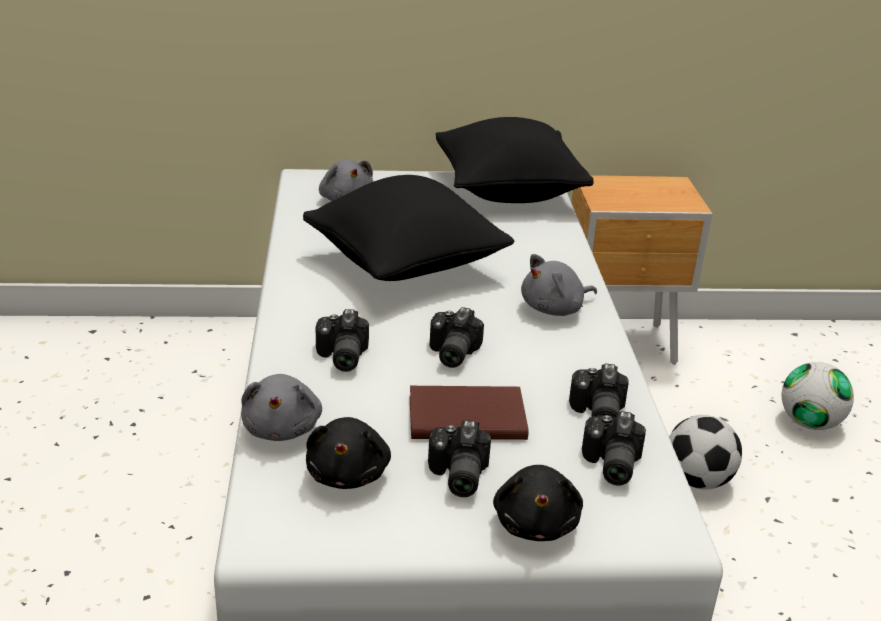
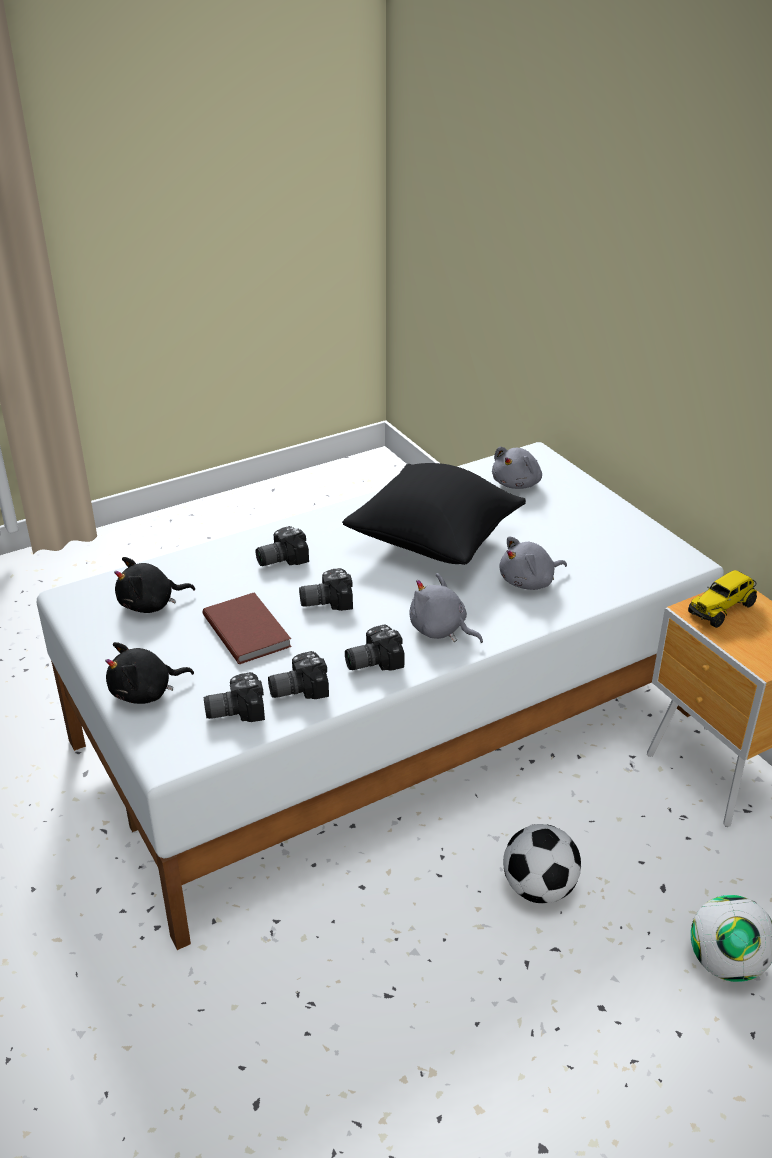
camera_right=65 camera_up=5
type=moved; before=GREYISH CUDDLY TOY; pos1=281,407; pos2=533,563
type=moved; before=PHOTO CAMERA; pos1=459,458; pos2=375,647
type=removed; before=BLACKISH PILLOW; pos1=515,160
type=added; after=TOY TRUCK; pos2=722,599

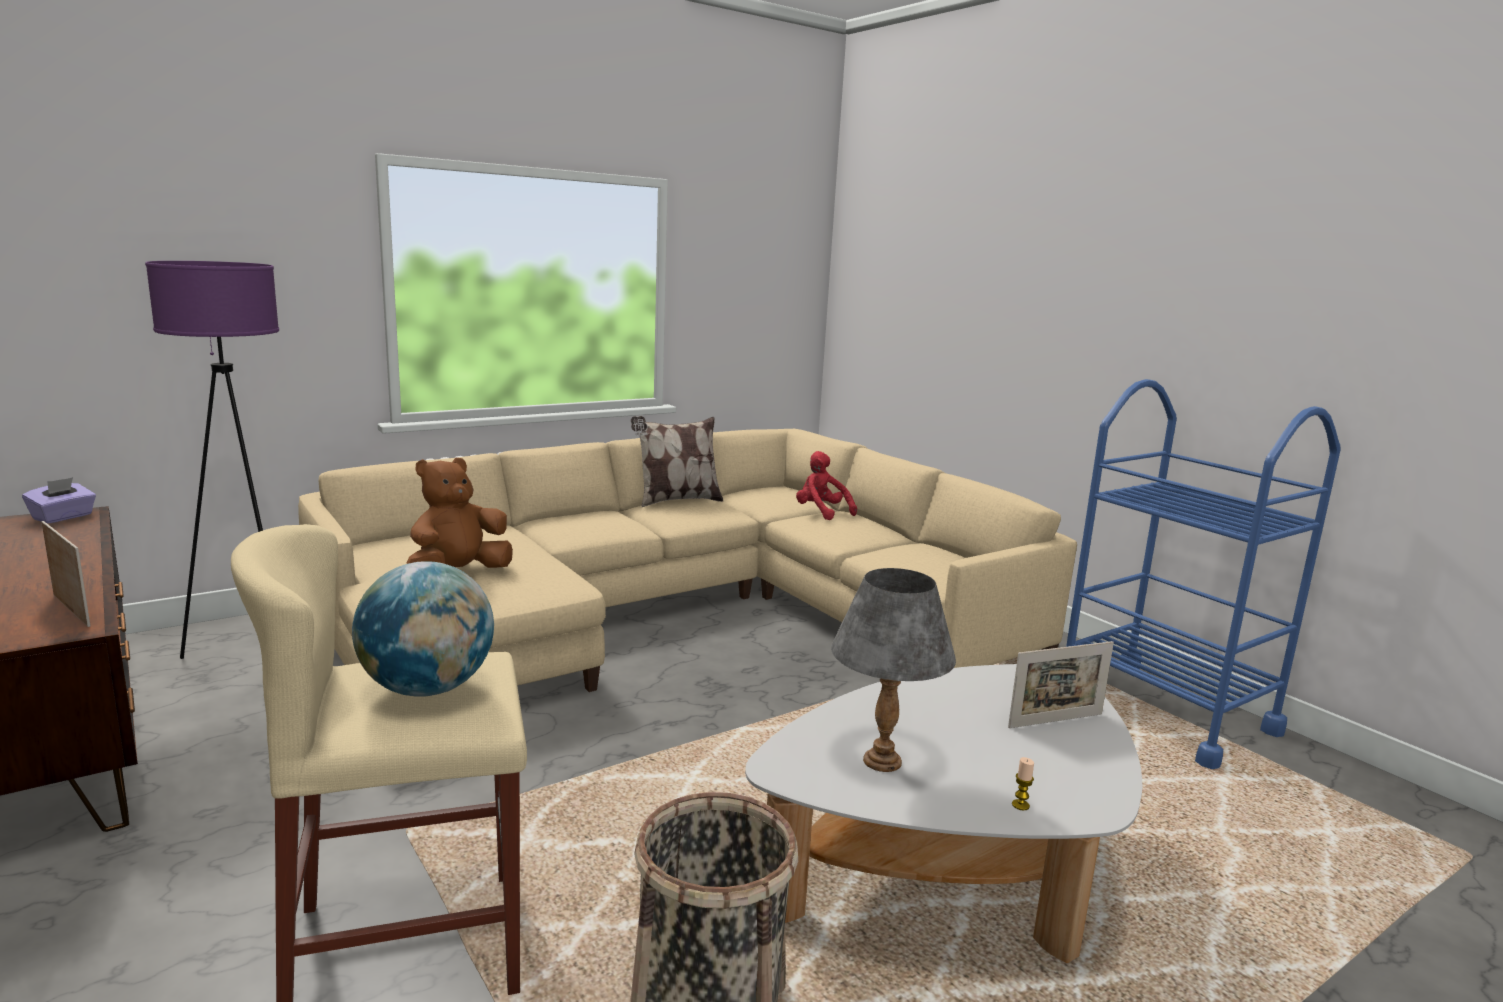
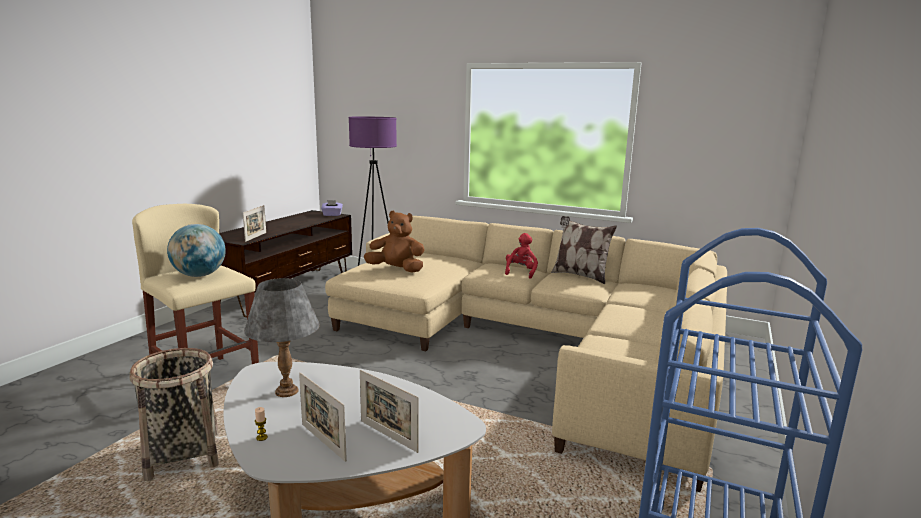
camera_right=60 camera_up=0
type=moved; before=REDDISH CUDDLY TOY; pos1=826,485; pos2=521,256
type=added; after=PICTURE FRAME; pos2=323,417

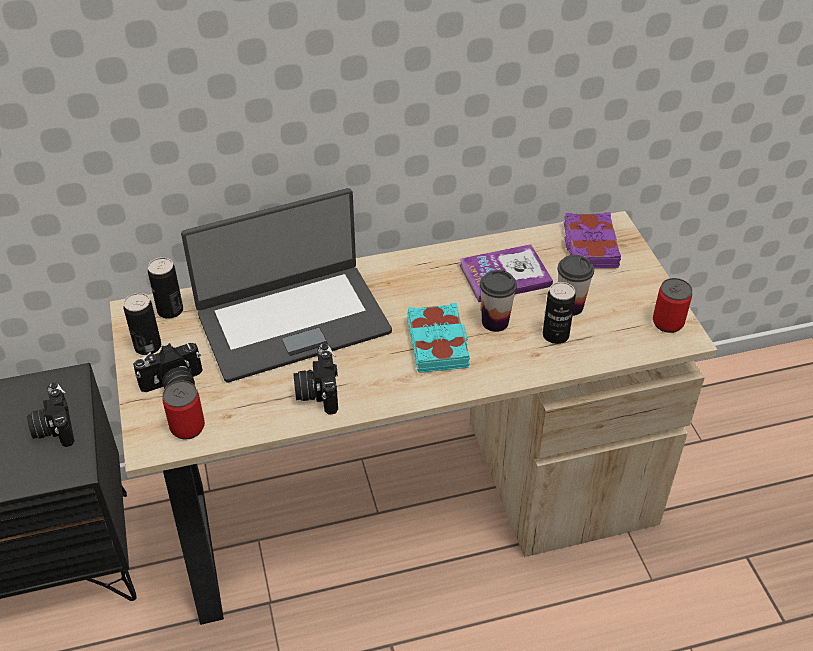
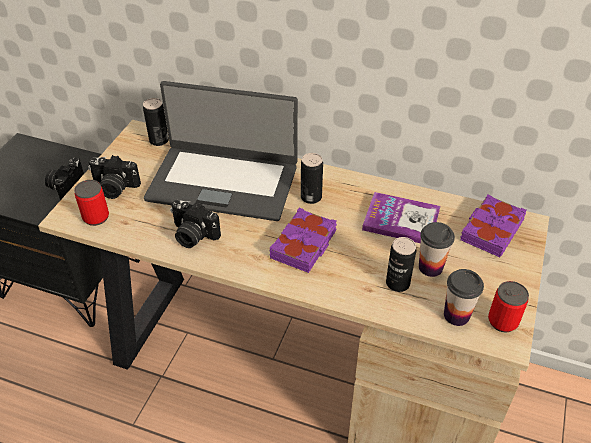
camera_right=35 camera_up=0
type=moved; before=SEALED CAN; pos1=142,324; pos2=312,178
type=turned; before=PHOTO CAMERA; pos1=315,379; pos2=195,224; turn=-90
type=recoloured; before=TURQUOISE-COLOURED VOLUME; after=PURPLE-COLOURED VOLUME; pos1=438,338; pos2=303,240
type=moved; before=CUP; pos1=498,301; pos2=464,297

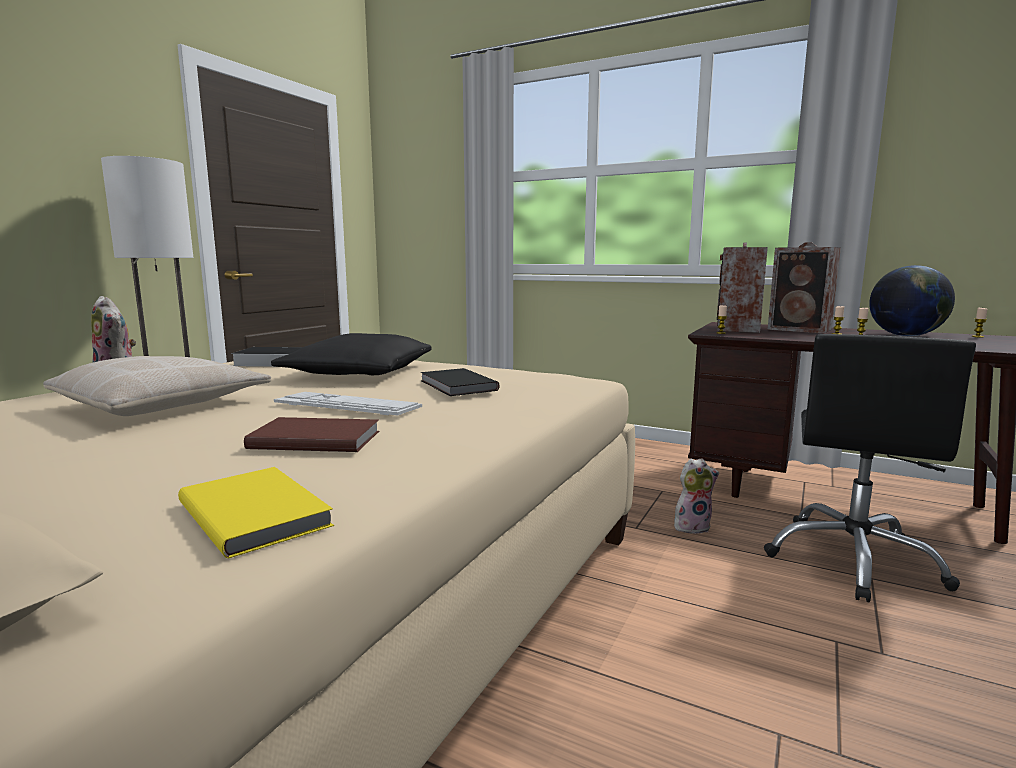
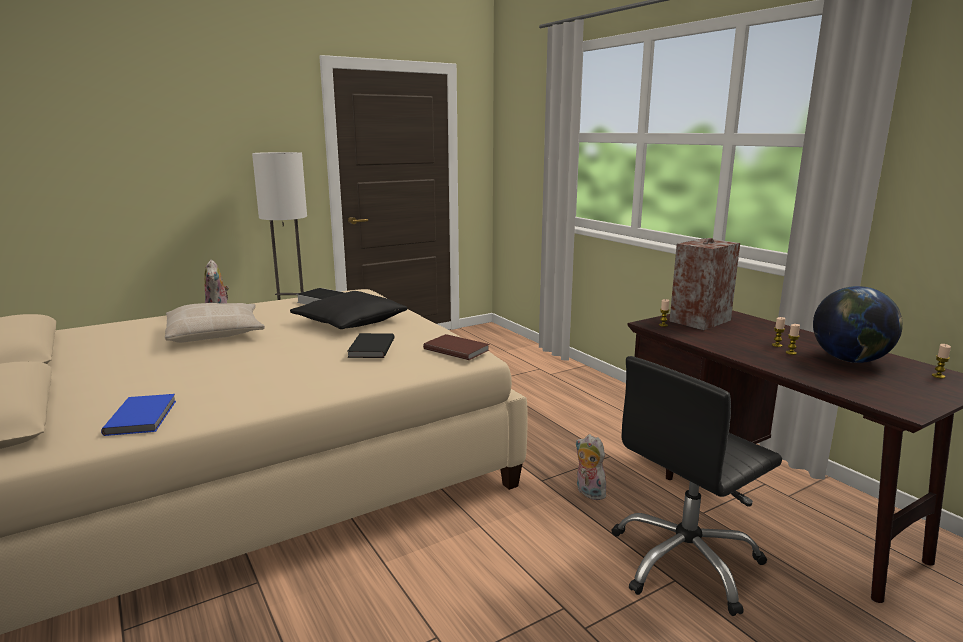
camera_right=30 camera_up=5
type=recoloured; before=YELLOWISH VOLUME; after=BLUE VOLUME; pos1=256,512; pos2=138,415
type=moved; before=BROWNISH VOLUME; pos1=311,434; pos2=456,347
type=removed; before=PC KEYBOARD; pos1=348,403
type=turned; before=CUDDLY TOY; pos1=696,496; pos2=590,467; turn=-150
type=removed; before=SPEAKER; pos1=804,287

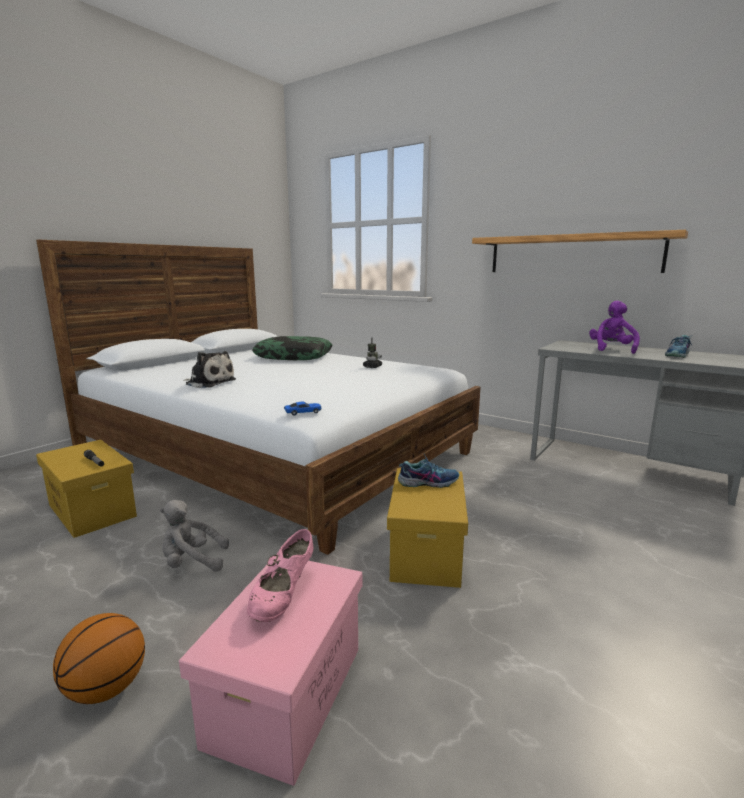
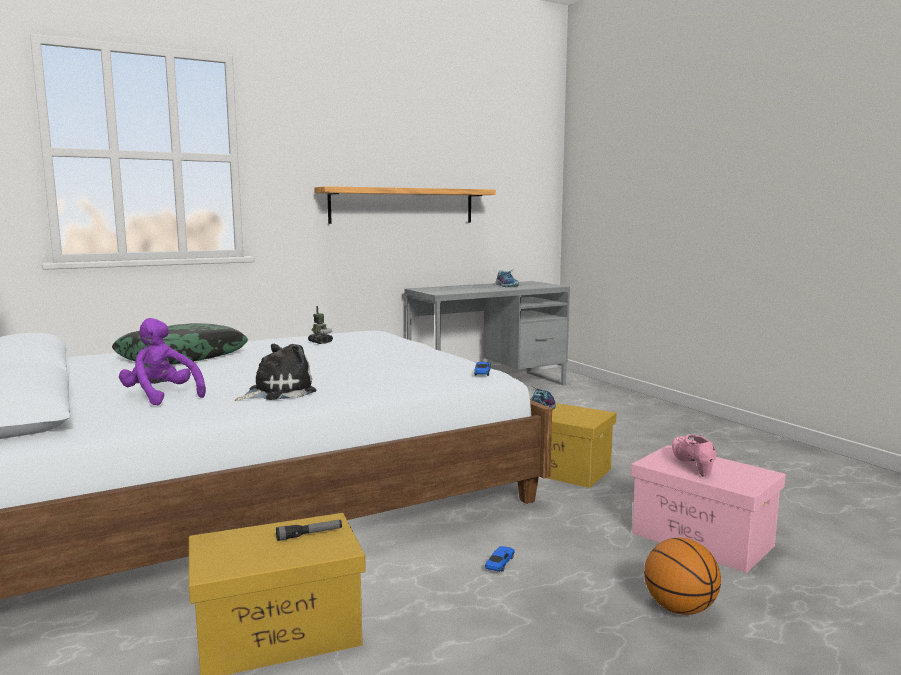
camera_right=-65 camera_up=-5
type=replaced; before=GREYISH CUDDLY TOY; after=MODEL CAR; pos1=194,536; pos2=500,559
type=turned; before=PINK-COLOURED ITEM OF FOOTWEAR; pos1=280,575; pos2=694,455; turn=-135
type=moved; before=PURPLE-COLOURED CUDDLY TOY; pos1=614,327; pos2=162,362

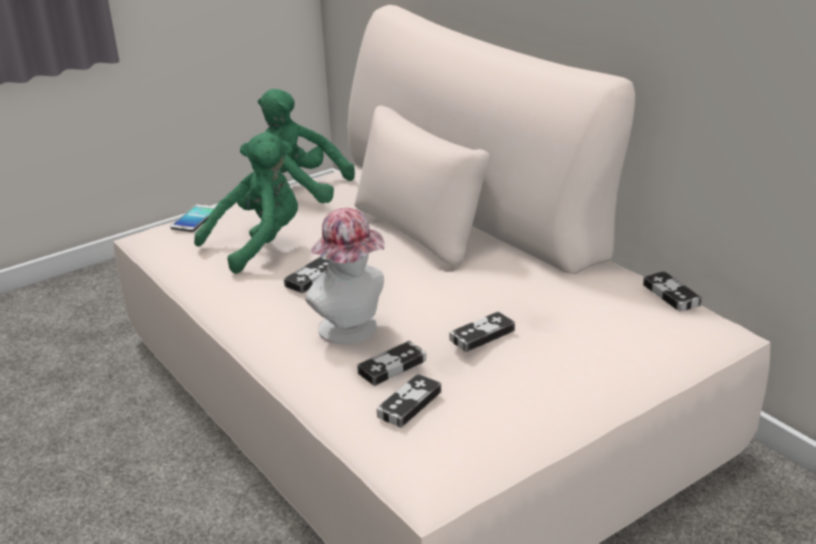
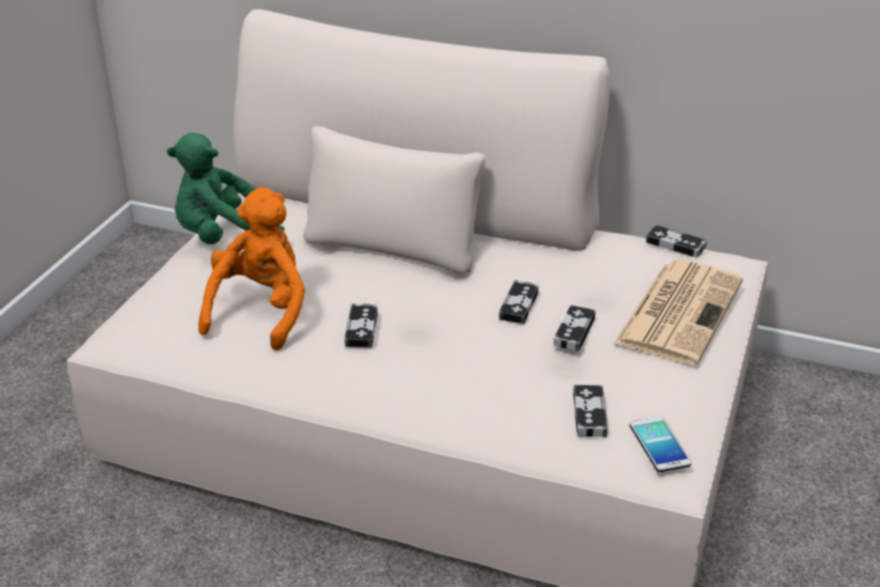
camera_right=-35 camera_up=5
type=moved; before=TELEPHONE; pos1=193,218; pos2=660,444
type=recoloured; before=GREEN-COLOURED CUDDLY TOY; after=ORANGEY CUDDLY TOY; pos1=246,203; pos2=251,269
type=removed; before=WEARABLE HAT; pos1=345,276
type=moved; before=GAMEPAD; pos1=391,363; pos2=519,302
type=added; after=PRINTED PAPER; pos2=678,312

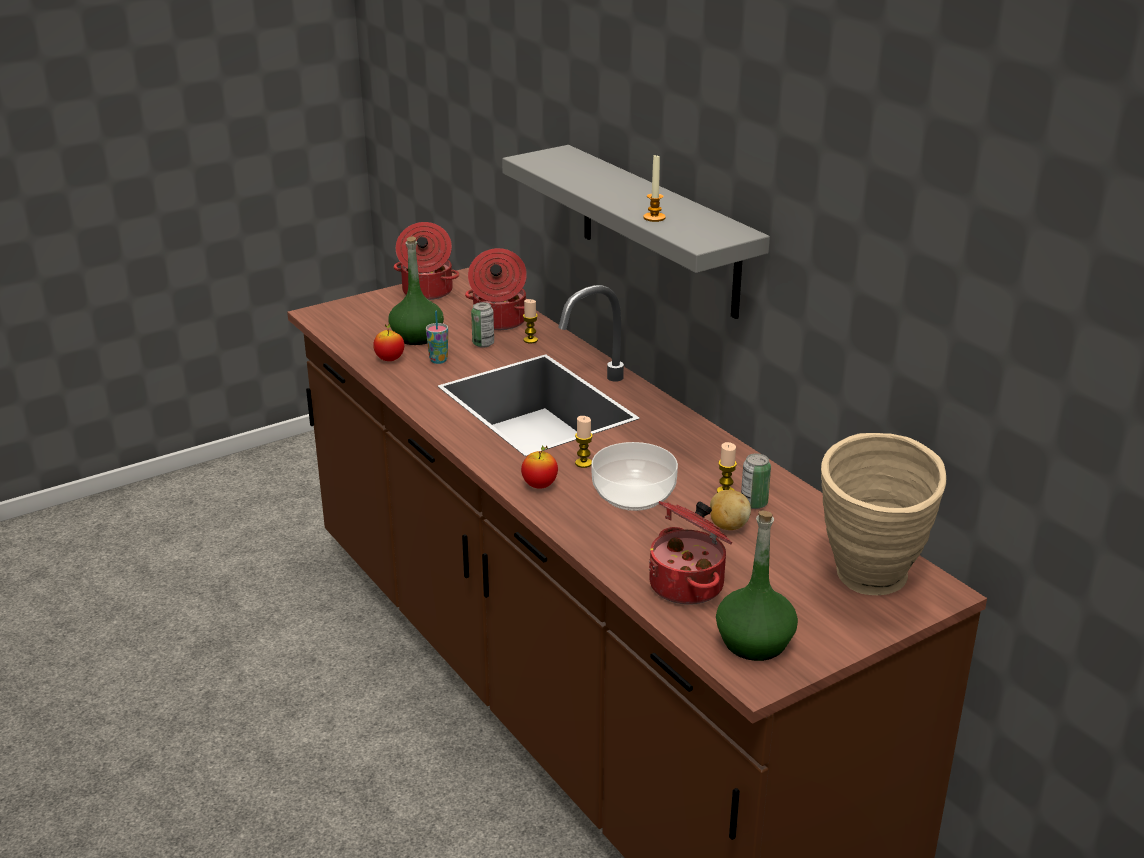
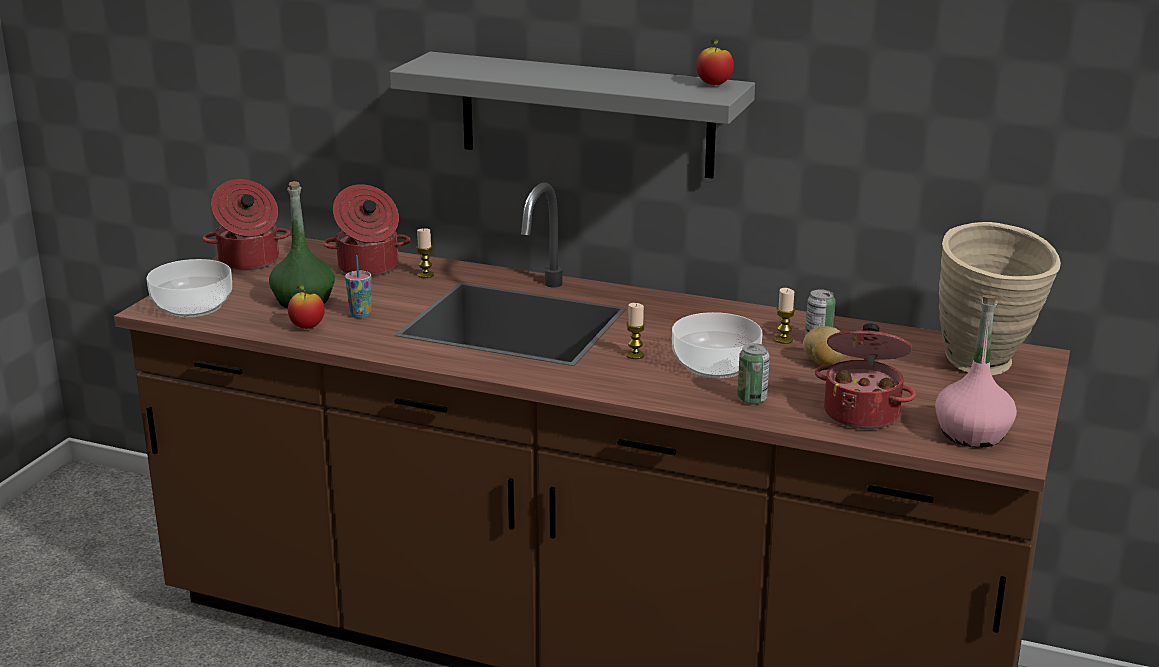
camera_right=-35 camera_up=-5
type=moved; before=SEALED CAN; pos1=482,325; pos2=753,373
type=moved; before=APPLE FRUIT; pos1=539,467; pos2=715,62
type=removed; before=WAX CANDLE; pos1=654,187
type=recoloured; before=GREEN-COLOURED BOTTLE; after=PINK-COLOURED BOTTLE; pos1=757,585; pos2=976,371
type=added; after=SERVING BOWL; pos2=189,288

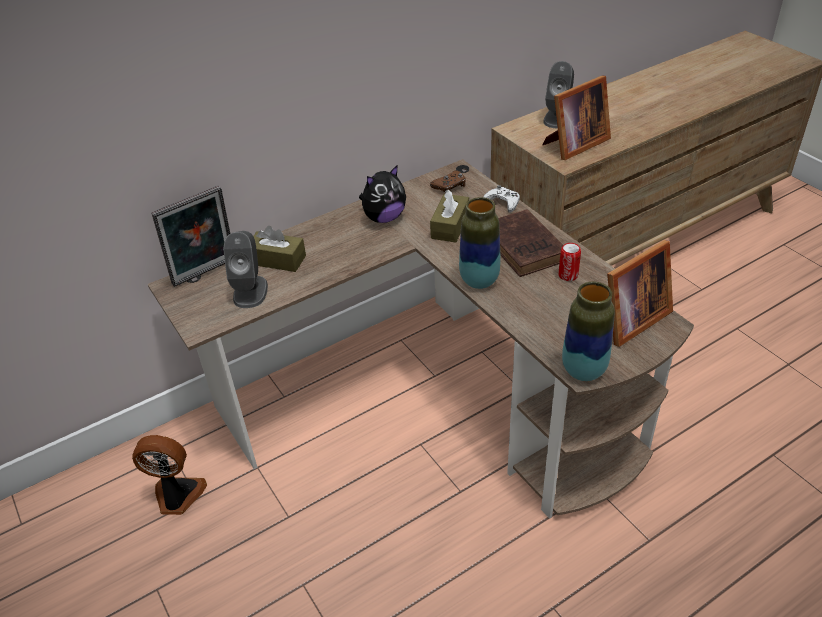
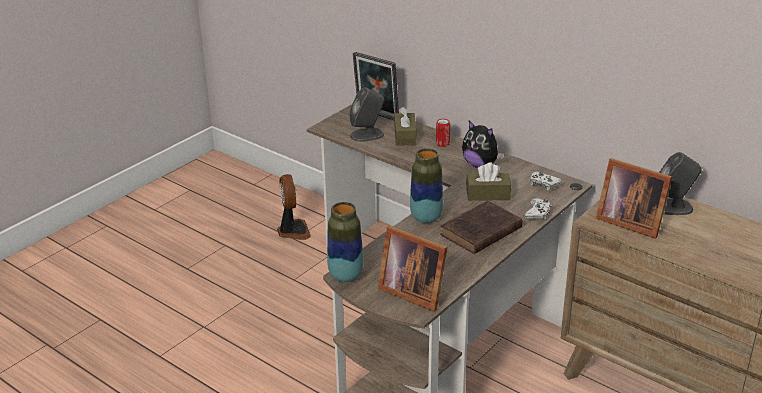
camera_right=70 camera_up=-10
type=recoloured; before=BROWNISH GAMEPAD; after=WHITISH GAMEPAD; pos1=448,181; pos2=546,181
type=moved; before=SEALED CAN; pos1=569,262; pos2=443,133

